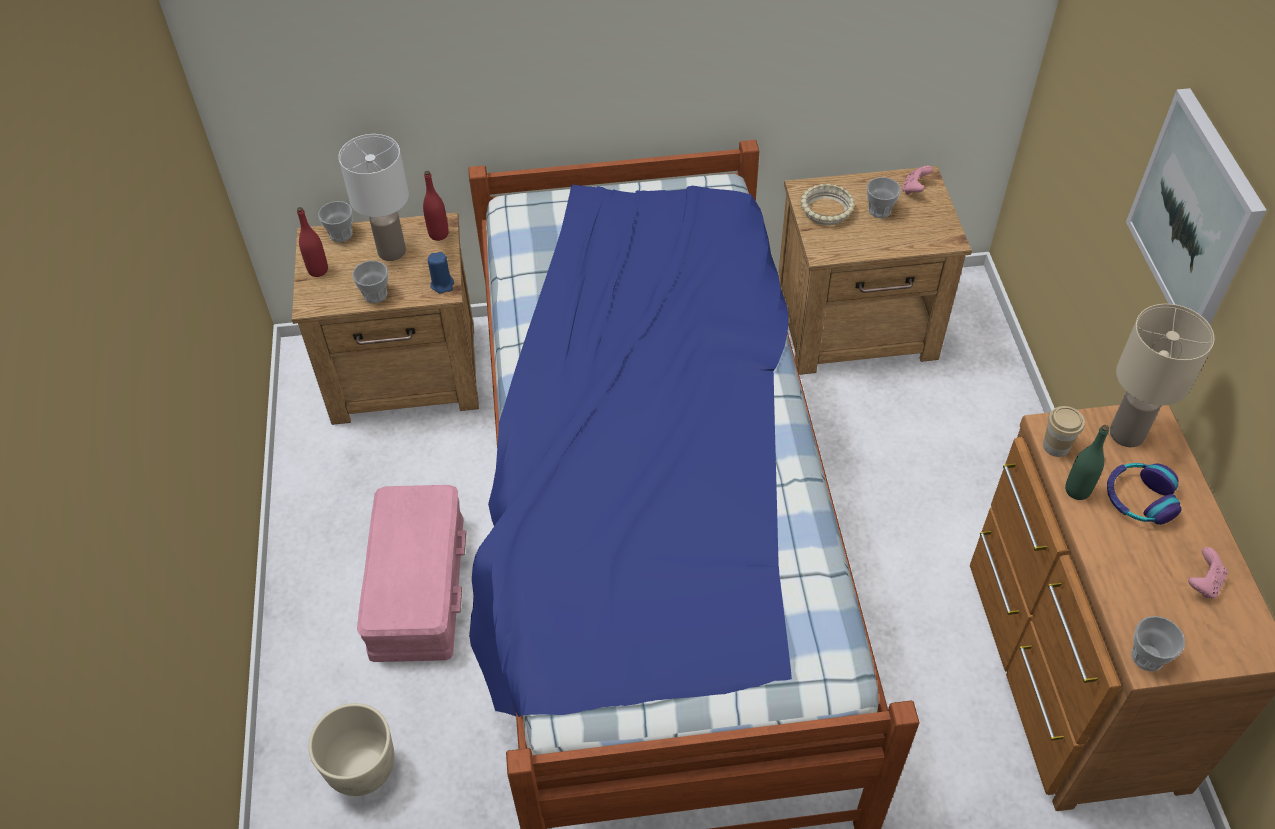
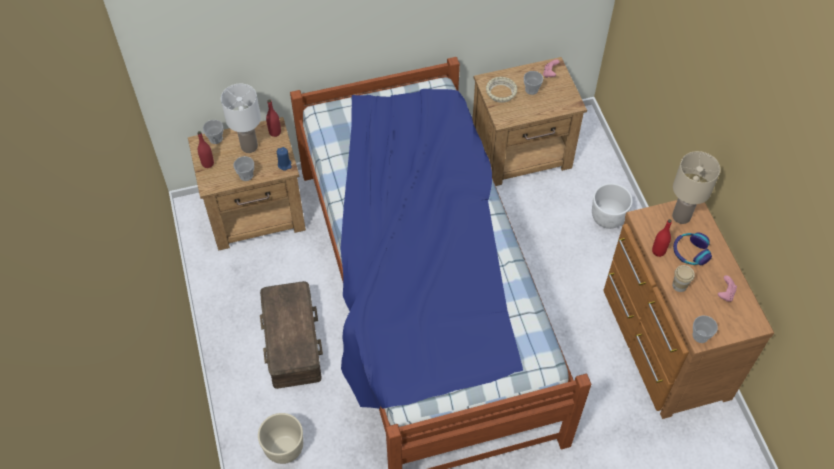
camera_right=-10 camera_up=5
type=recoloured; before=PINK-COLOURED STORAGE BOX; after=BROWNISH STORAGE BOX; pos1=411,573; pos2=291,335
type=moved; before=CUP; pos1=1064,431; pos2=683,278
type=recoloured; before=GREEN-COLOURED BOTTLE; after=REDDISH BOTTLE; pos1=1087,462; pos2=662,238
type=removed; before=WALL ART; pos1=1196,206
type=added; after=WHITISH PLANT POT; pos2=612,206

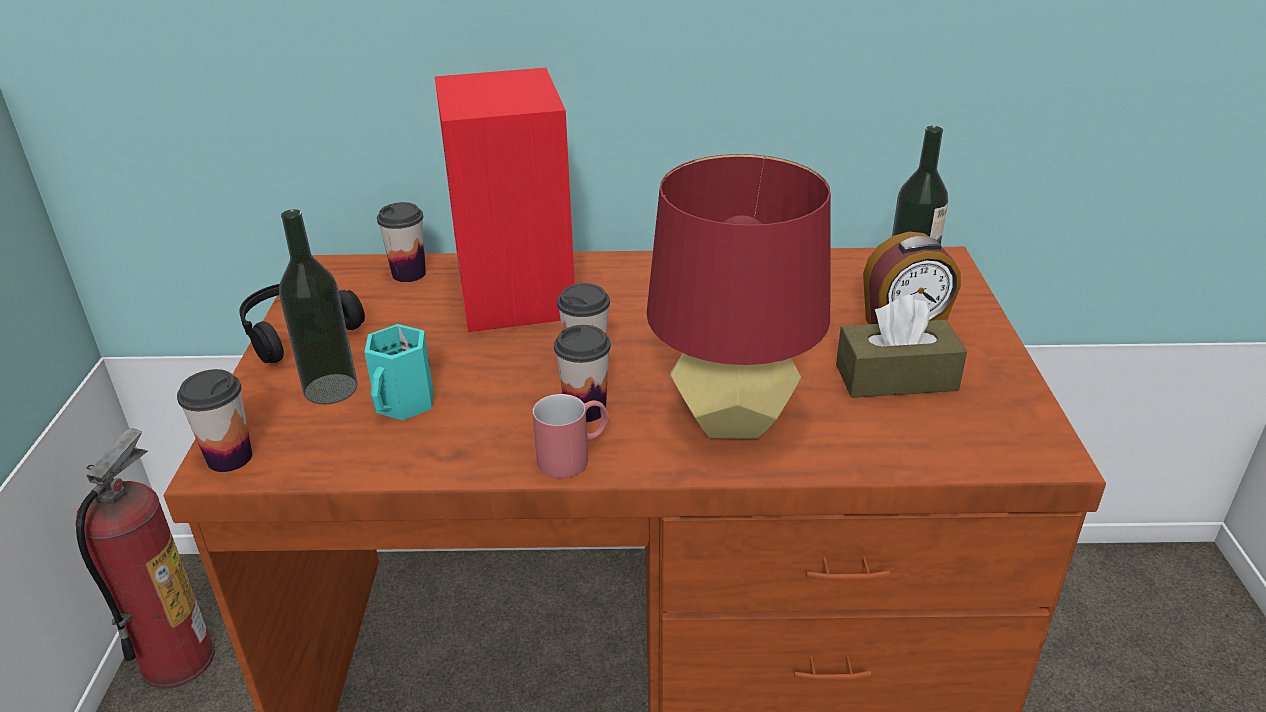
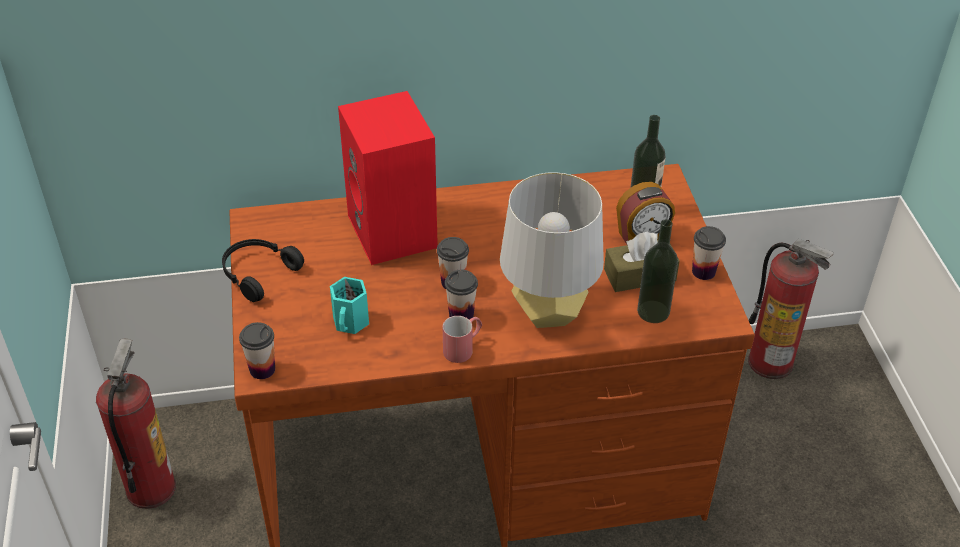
camera_right=-10 camera_up=10
type=moved; before=BOTTLE; pos1=318,306; pos2=657,271
type=moved; before=CUP; pos1=401,242; pos2=709,253
type=recoloured; before=REDDISH TABLE LAMP; after=GREYISH TABLE LAMP; pos1=738,296; pos2=552,250
type=added; after=FIRE-FIGHTING CYLINDER; pos2=791,309

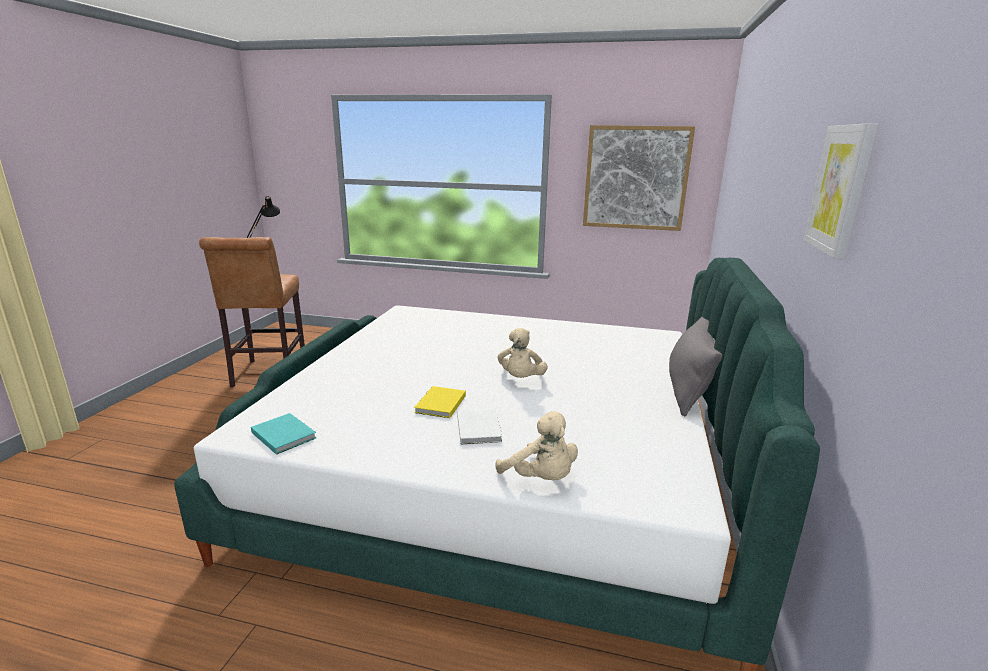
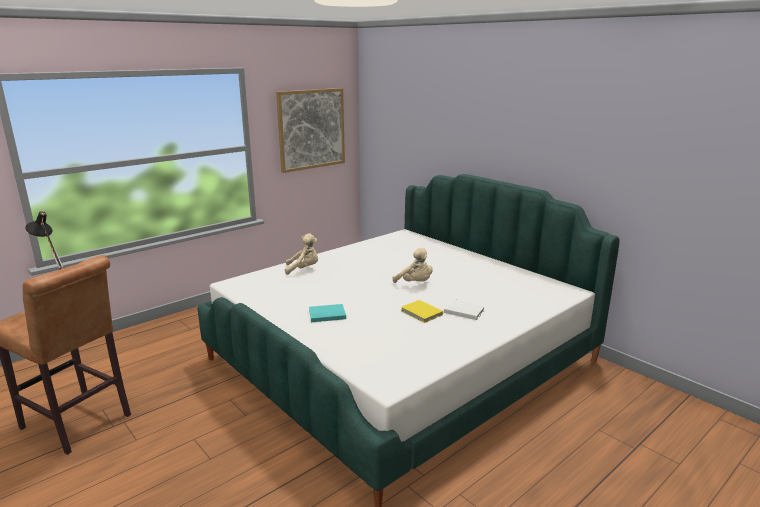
camera_right=-55 camera_up=0
type=moved; before=TURQUOISE-COLOURED VOLUME; pos1=283,434; pos2=327,313
type=moved; before=BEIGE-COLOURED CUDDLY TOY; pos1=537,445; pos2=301,254
type=removed; before=GREYISH PILLOW; pos1=696,367
type=removed; before=WALL ART; pos1=840,191

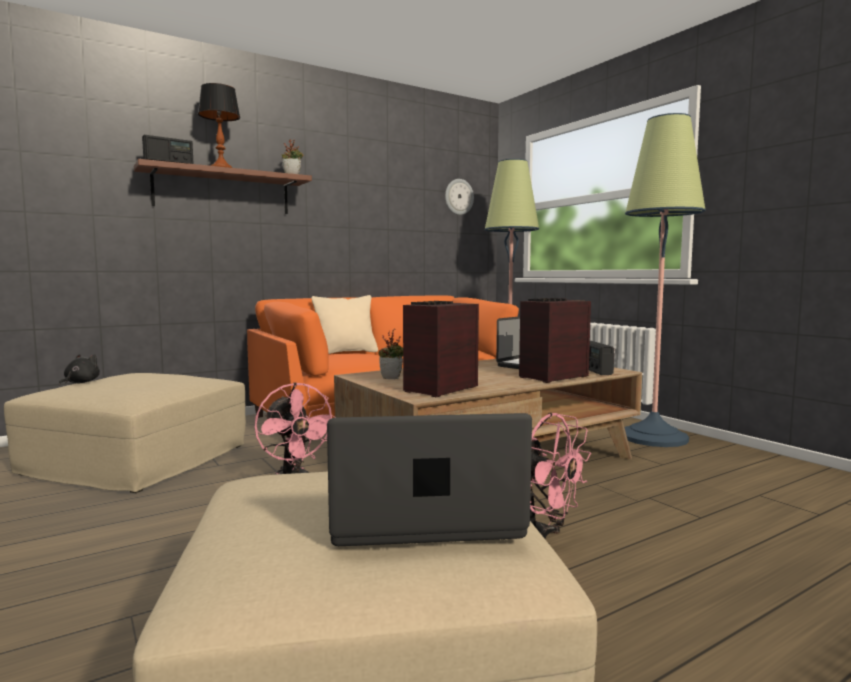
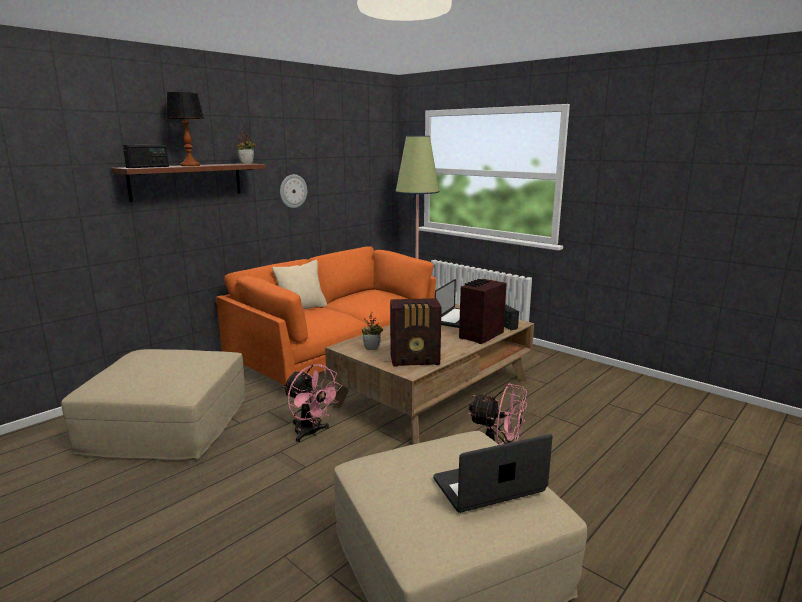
camera_right=-15 camera_up=10
type=removed; before=BLACKISH CUDDLY TOY; pos1=79,369
type=turned; before=RADIO; pos1=441,349; pos2=416,332; turn=-120
type=moved; before=HANGING CLOCK; pos1=459,197; pos2=293,191
type=removed; before=STANDARD LAMP; pos1=665,280

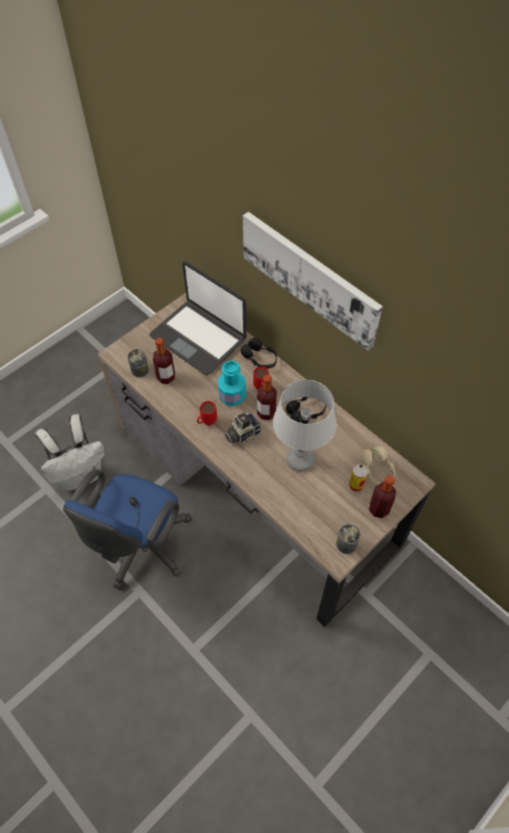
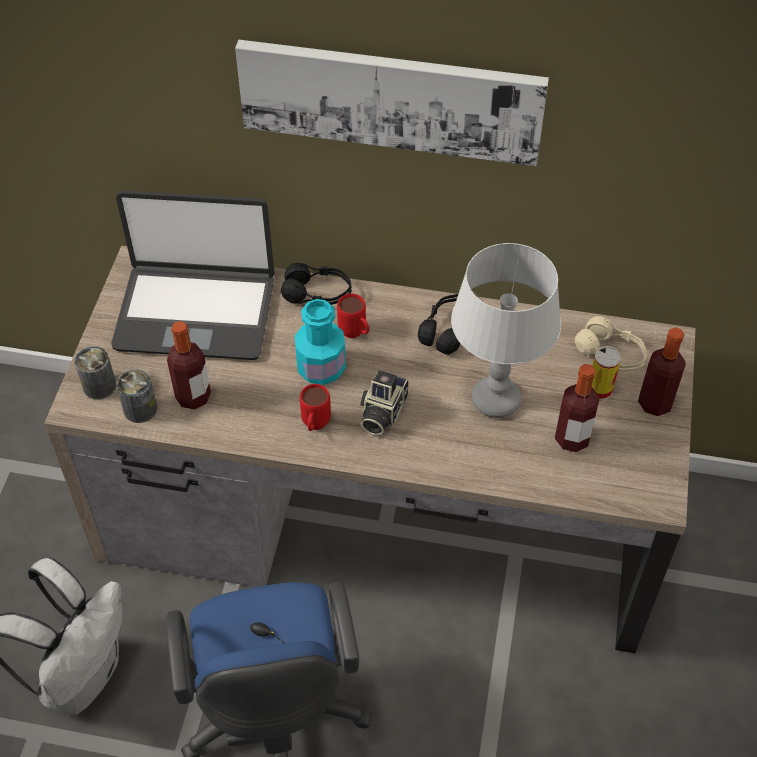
camera_right=-35 camera_up=-5
type=moved; before=BOTTLE; pos1=267,397; pos2=577,408
type=moved; before=SEALED CAN; pos1=348,539; pos2=95,373

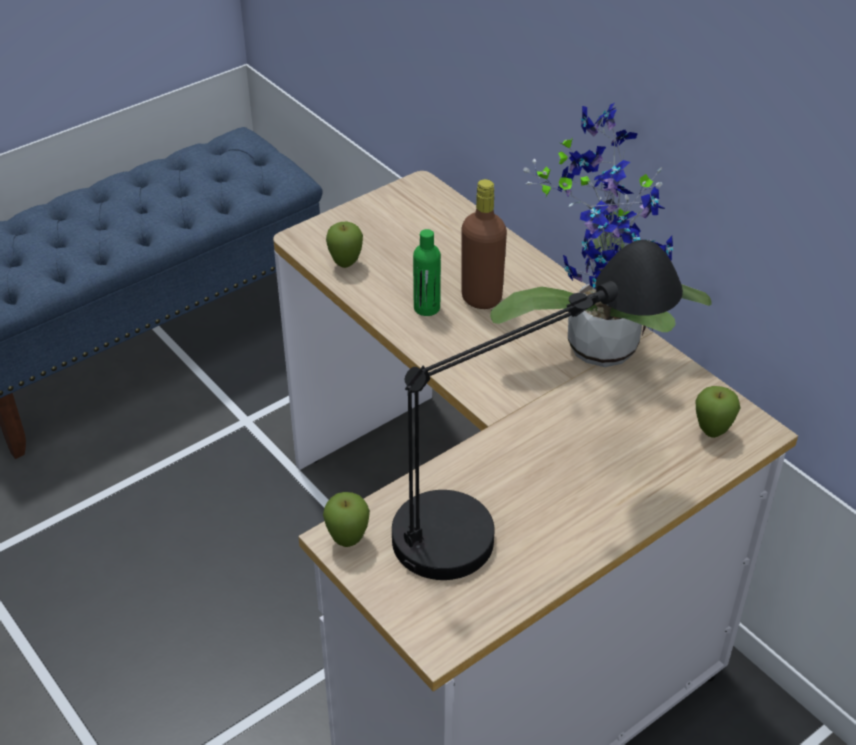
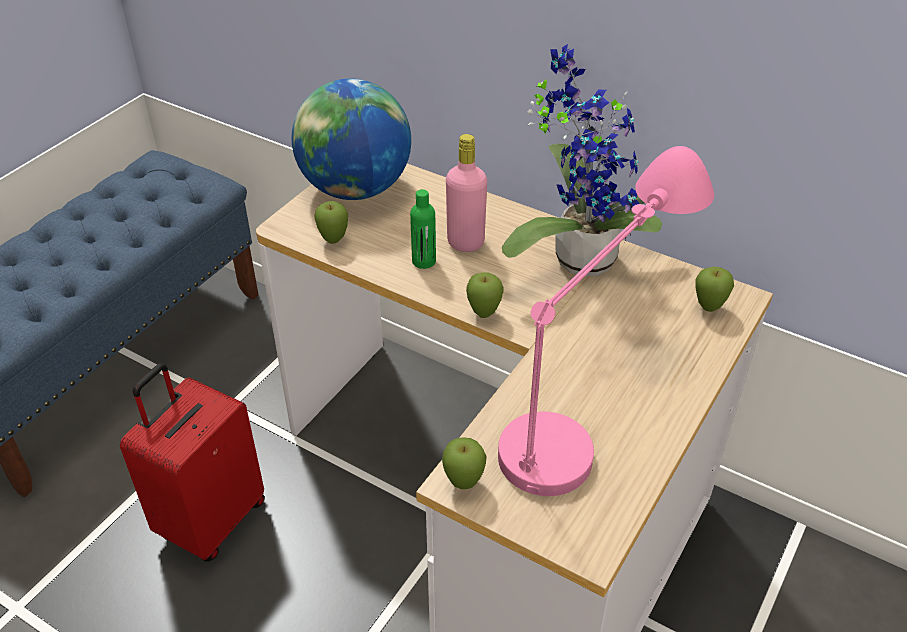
camera_right=-20 camera_up=0
type=recoloured; before=BLACKISH TABLE LAMP; after=PINK-COLOURED TABLE LAMP; pos1=537,410; pos2=606,321
type=recoloured; before=BROWNISH BOTTLE; after=PINK-COLOURED BOTTLE; pos1=484,244; pos2=466,193
type=added; after=REDDISH TRAVEL CASE; pos2=192,462
type=added; after=DESK GLOBE; pos2=351,139
type=added; after=APPLE FRUIT; pos2=485,295

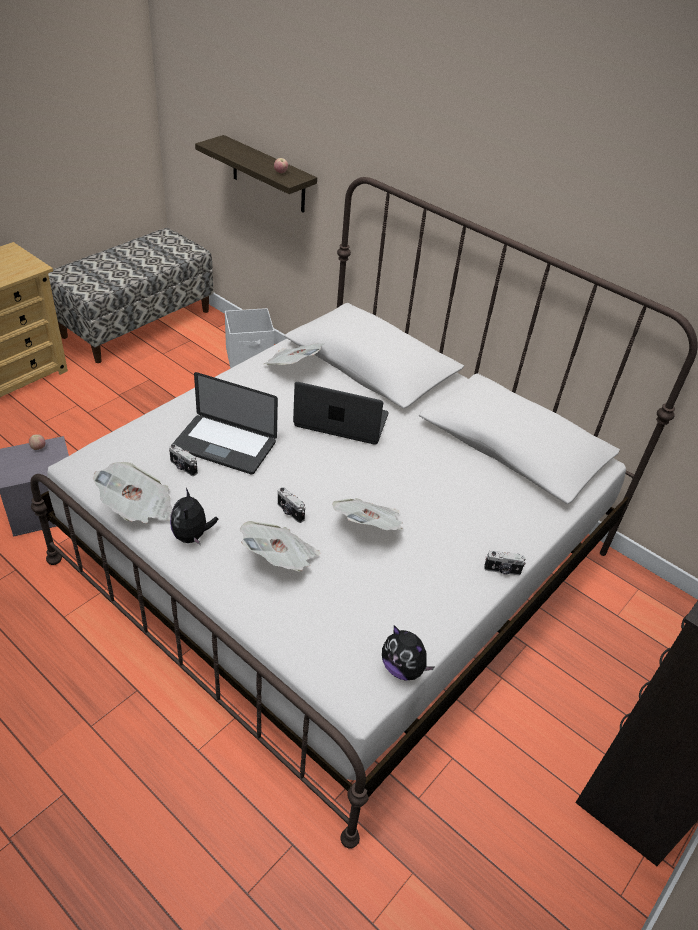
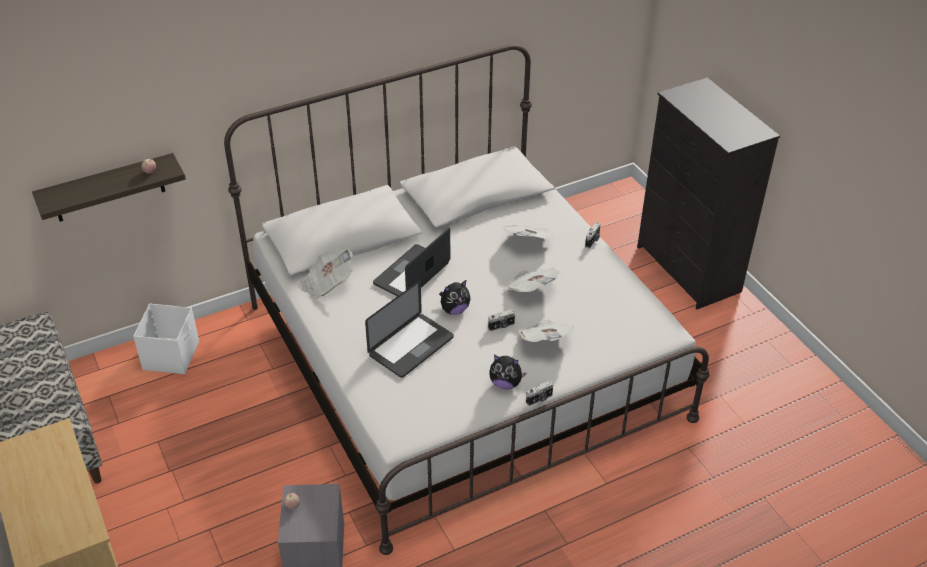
camera_right=-65 camera_up=0
type=moved; before=PRINTED PAPER; pos1=133,492; pos2=528,232
type=moved; before=PHOTO CAMERA; pos1=183,460; pos2=540,393
type=moved; before=CUDDLY TOY; pos1=408,652; pos2=455,297

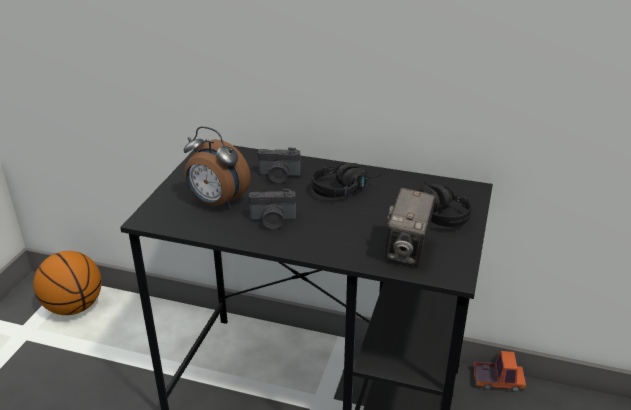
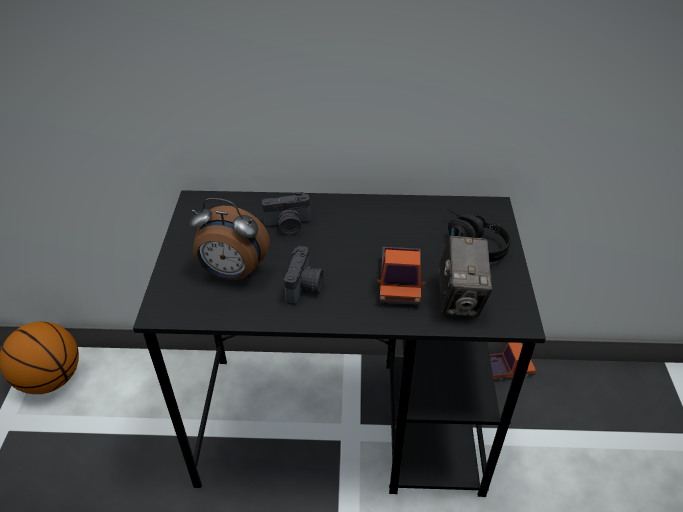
camera_right=-15 camera_up=10
type=turned; before=PHOTO CAMERA; pos1=272,209; pos2=304,275; turn=-60
type=removed; before=BLACKISH HEADSET; pos1=347,180
type=added; after=TOY TRUCK; pos2=401,276

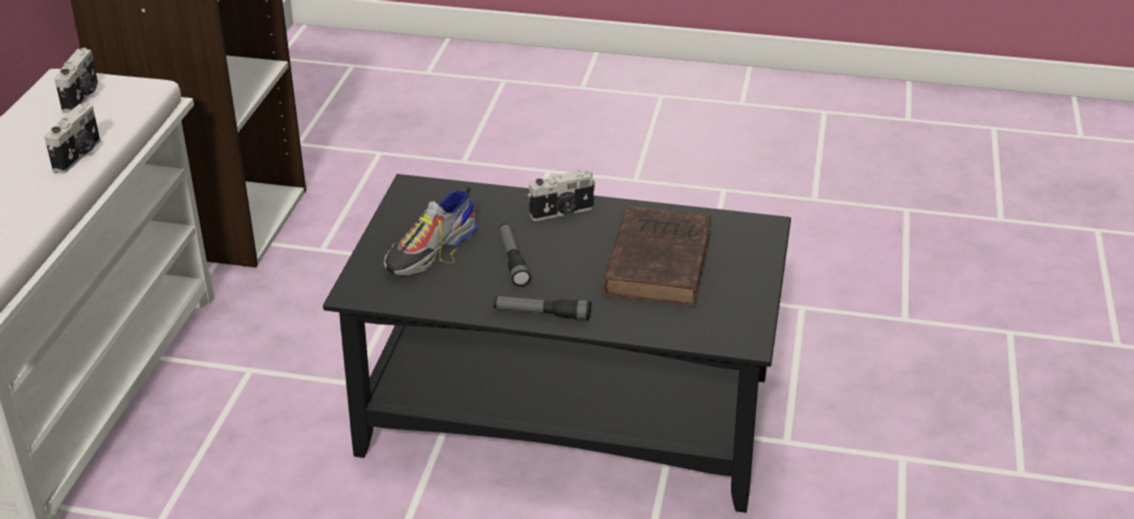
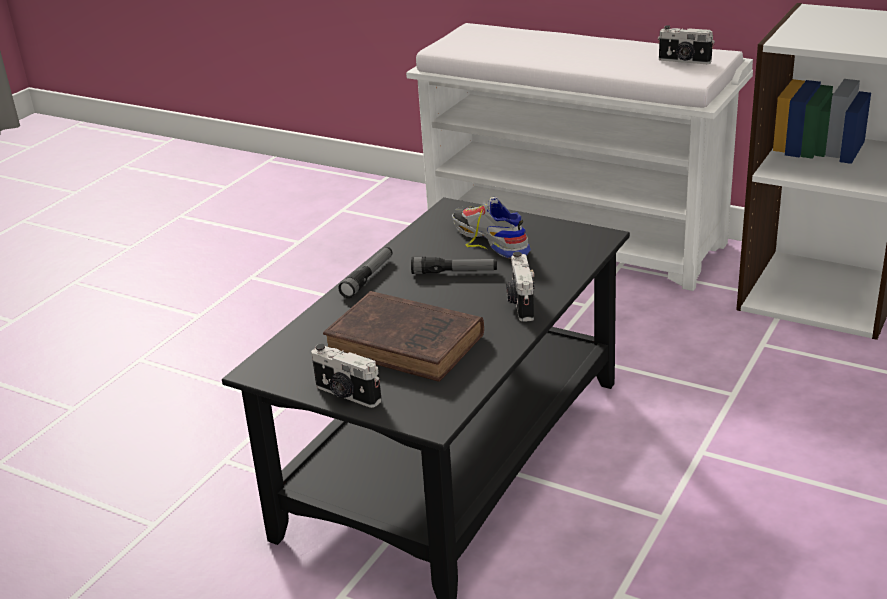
camera_right=110 camera_up=-5
type=moved; before=PHOTO CAMERA; pos1=72,138; pos2=346,376

